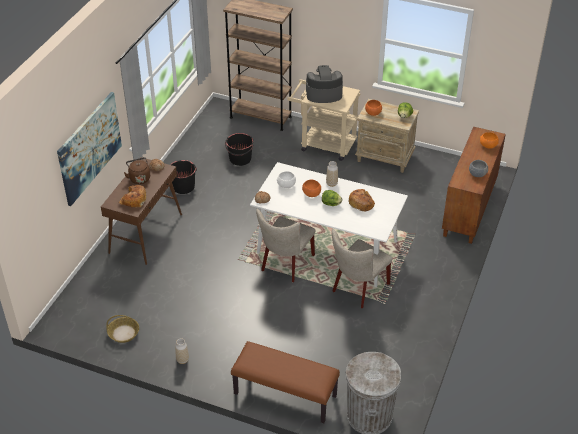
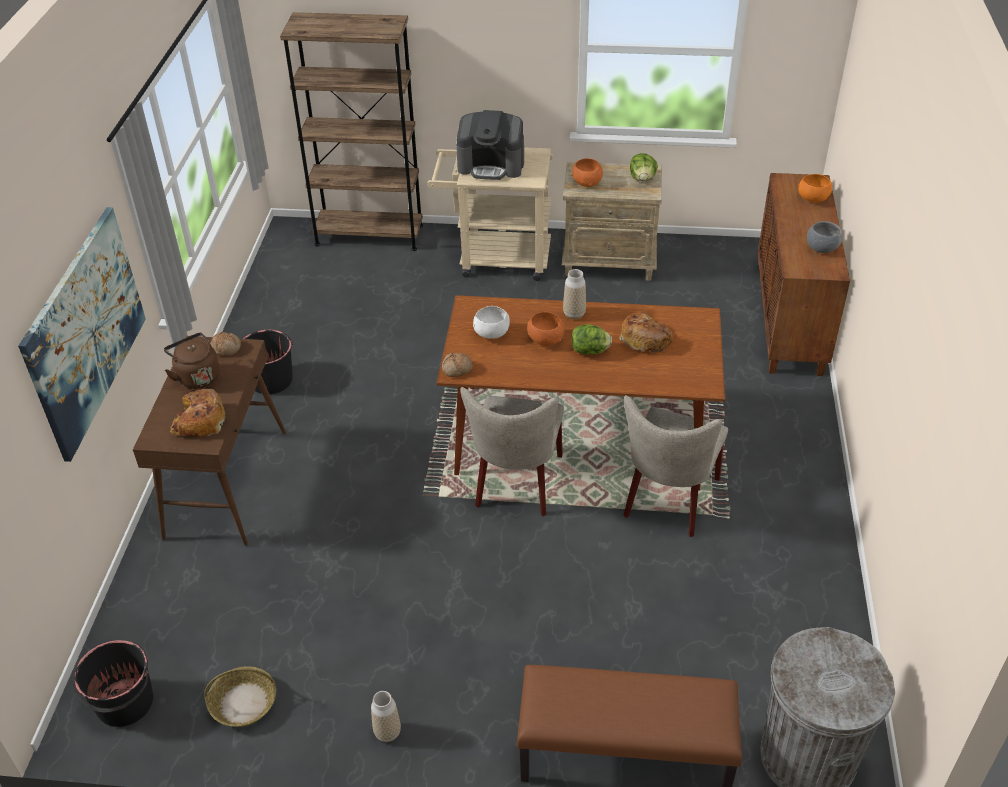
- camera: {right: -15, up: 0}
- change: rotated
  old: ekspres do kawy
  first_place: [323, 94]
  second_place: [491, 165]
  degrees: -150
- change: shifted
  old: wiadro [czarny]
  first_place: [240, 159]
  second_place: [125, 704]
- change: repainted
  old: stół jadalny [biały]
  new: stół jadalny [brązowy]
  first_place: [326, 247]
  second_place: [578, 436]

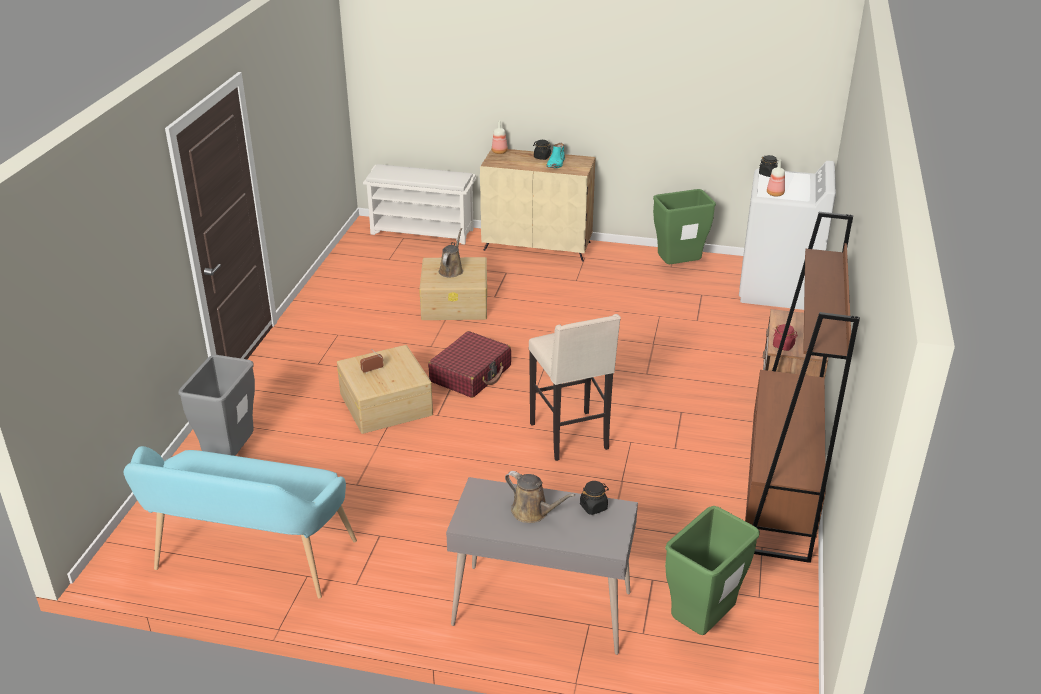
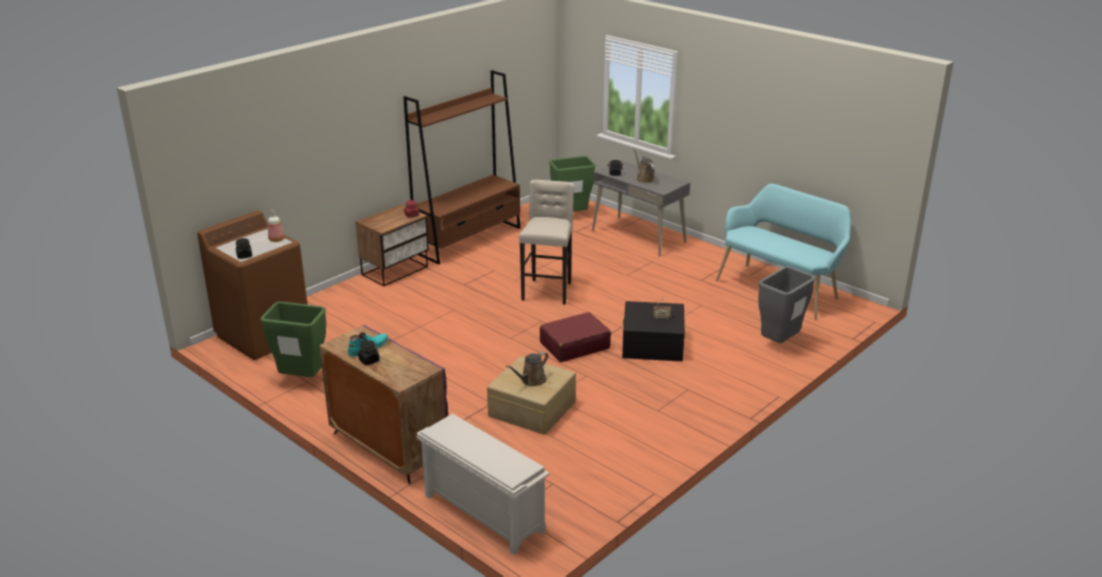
- camera: {right: -150, up: -5}
- change: gone
  old: butelka
  first_place: [500, 152]
- change: repainted
  old: szafka [beżowy]
  new: szafka [fioletowy]
  first_place: [538, 246]
  second_place: [388, 446]
- change: repainted
  old: pralka [biały]
  new: pralka [brązowy]
  first_place: [778, 289]
  second_place: [264, 335]
- change: repainted
  old: pojemnik do przechowywania [beżowy]
  new: pojemnik do przechowywania [czarny]
  first_place: [386, 403]
  second_place: [652, 344]

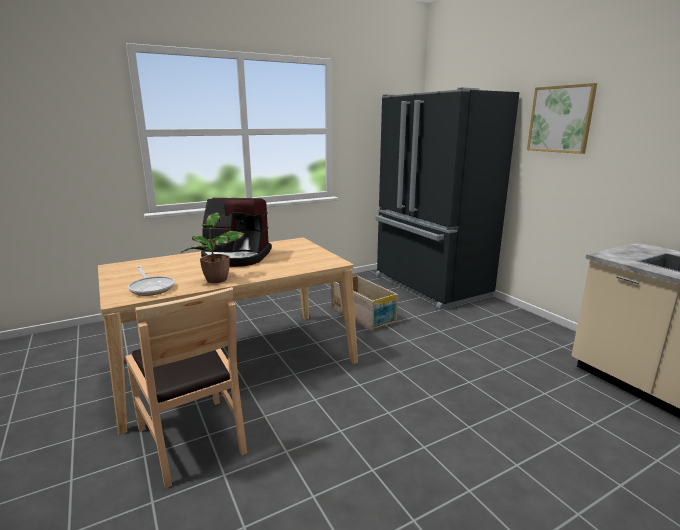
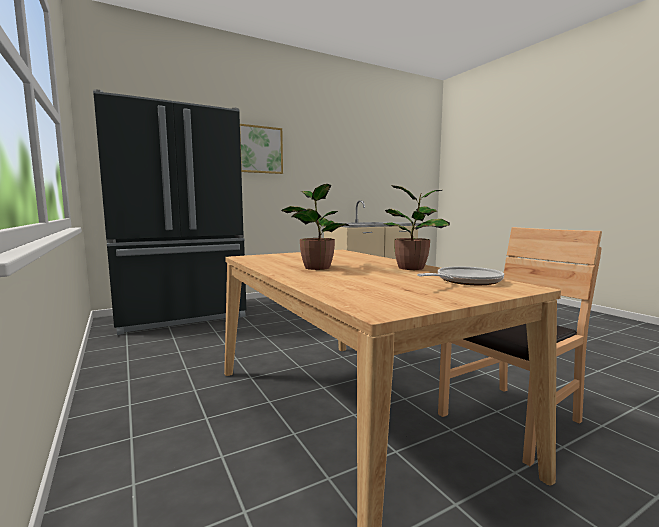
- camera: {right: -90, up: -10}
- change: swapped
  old: ekspres do kawy
  new: roślina doniczkowa
  first_place: [236, 257]
  second_place: [316, 267]
- change: gone
  old: skrzynka
  first_place: [363, 315]

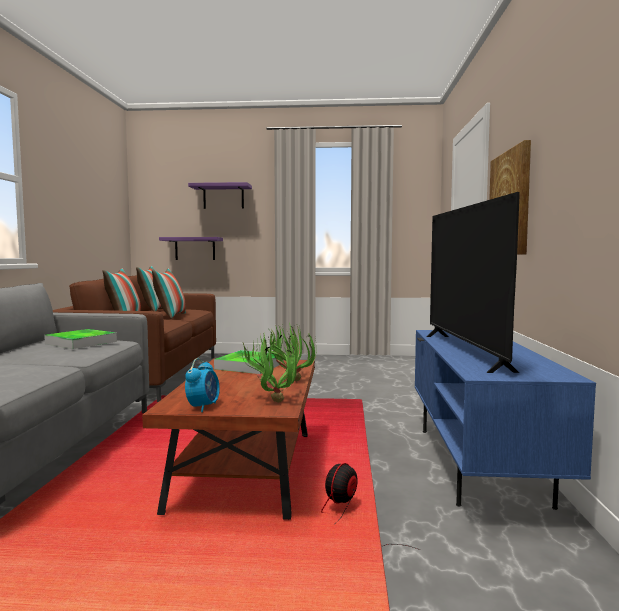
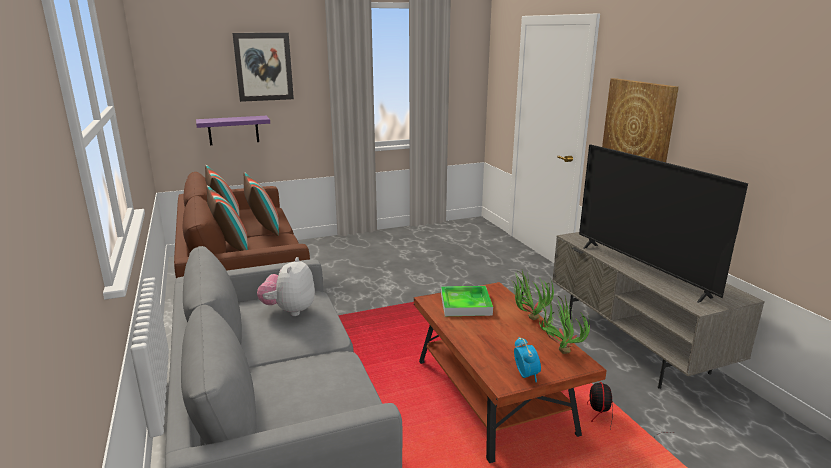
- camera: {right: -25, up: 15}
- change: swapped
  old: półka [fioletowy]
  new: obraz
  first_place: [223, 197]
  second_place: [263, 67]
- change: swapped
  old: taca
  new: pluszak
  first_place: [81, 343]
  second_place: [289, 310]
- change: repainted
  old: szafka pod telewizor [niebieski]
  new: szafka pod telewizor [szary]
  first_place: [479, 464]
  second_place: [635, 344]

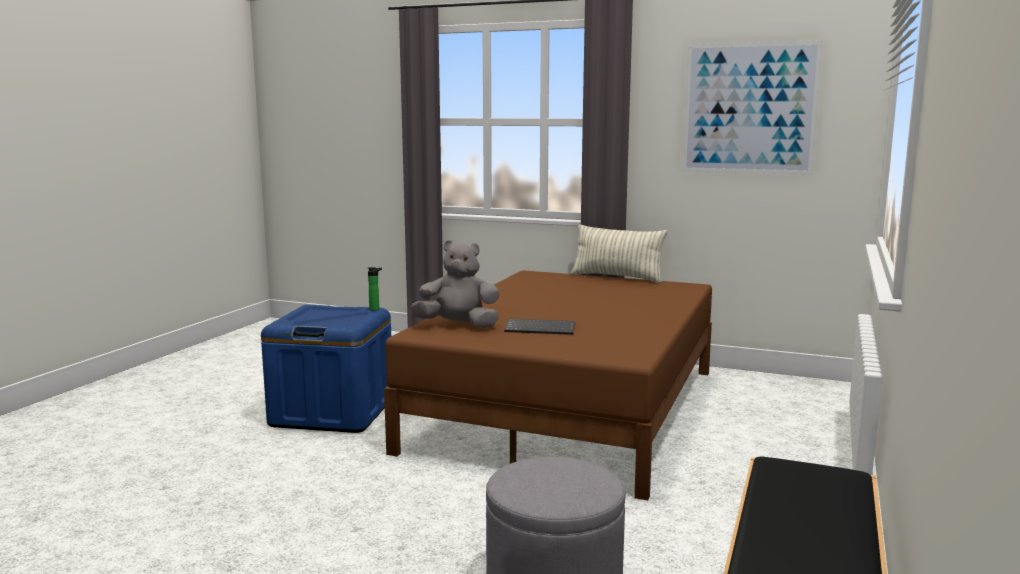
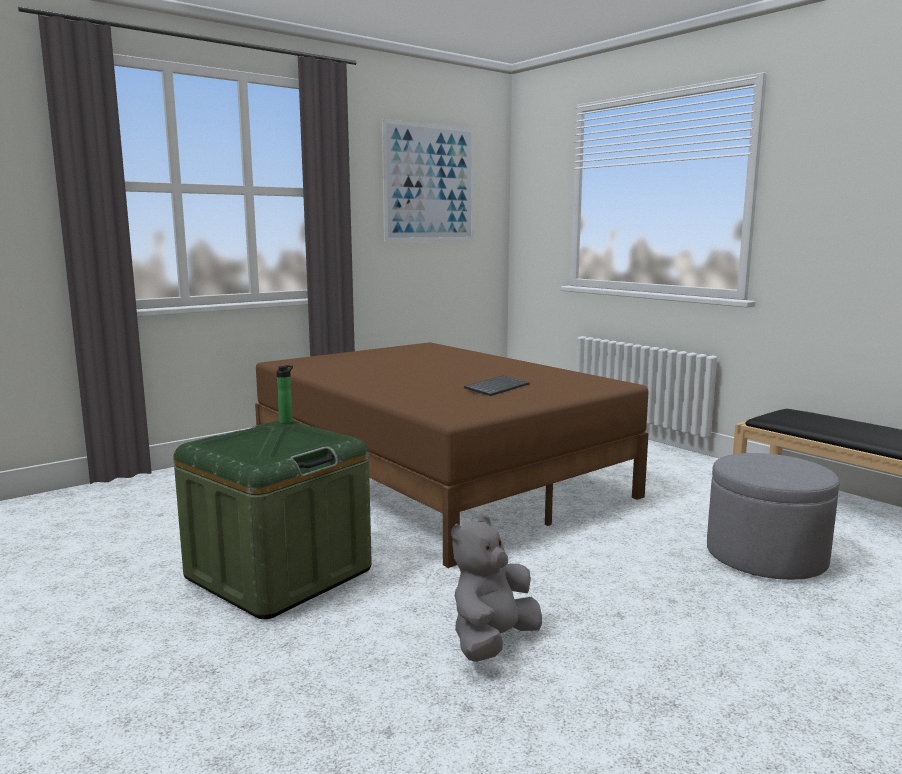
- camera: {right: -60, up: 0}
- change: gone
  old: poduszka
  first_place: [617, 277]
- change: shifted
  old: pluszak [szary]
  first_place: [458, 326]
  second_place: [492, 642]
- change: repainted
  old: pojemnik do przechowywania [niebieski]
  new: pojemnik do przechowywania [zielony]
  first_place: [332, 412]
  second_place: [278, 573]

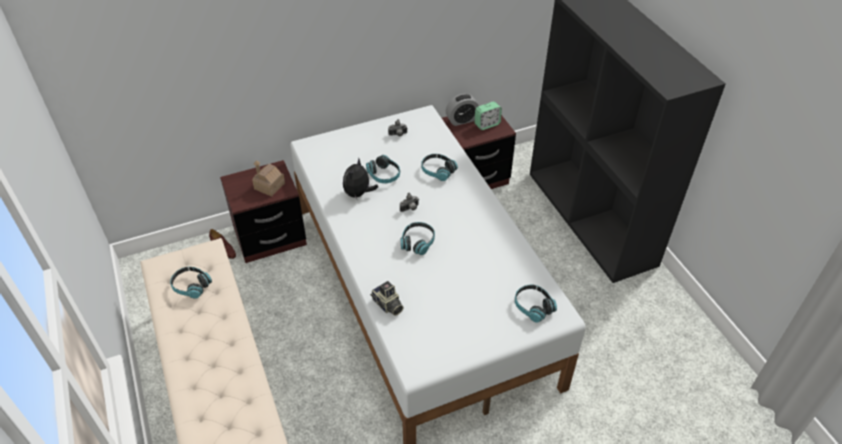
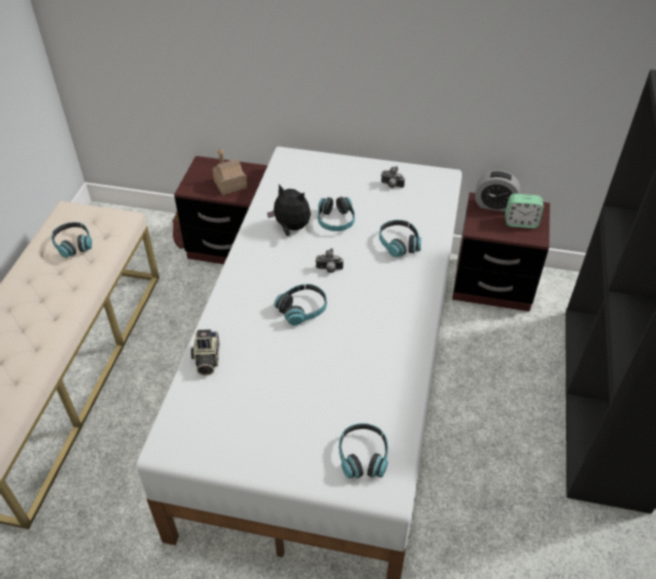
- camera: {right: 35, up: 0}
- change: rotated
  old: pluszak
  first_place: [358, 194]
  second_place: [291, 228]
  degrees: 60

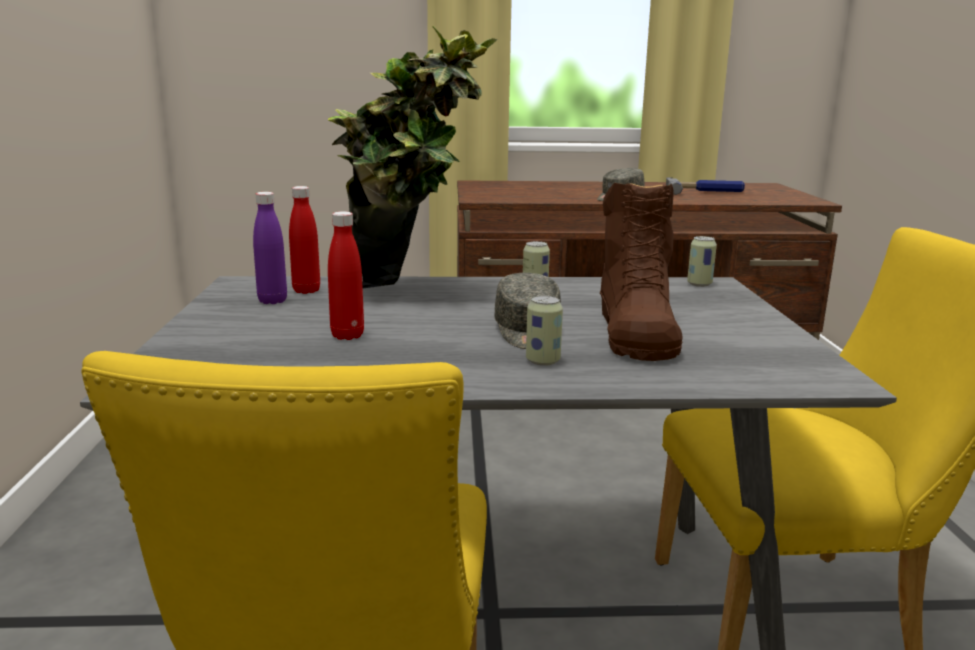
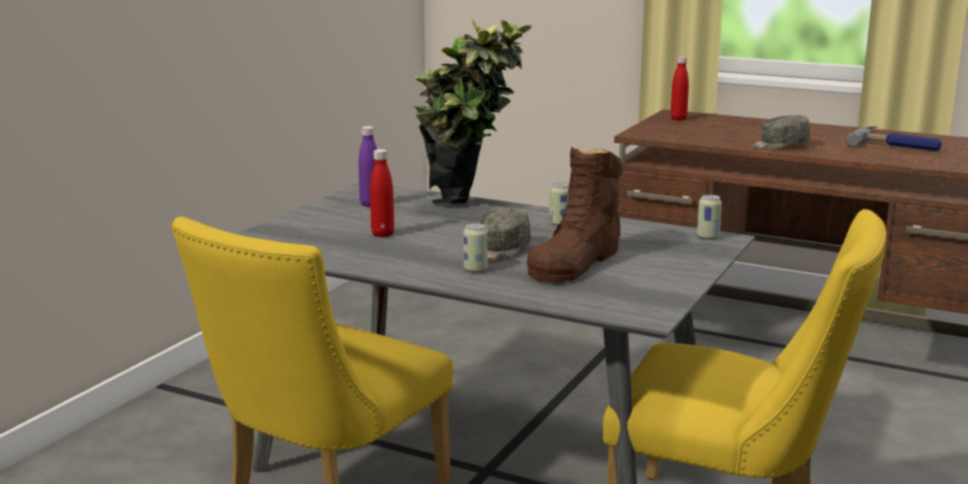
- camera: {right: 30, up: 0}
- change: shifted
  old: butelka [czerwony]
  first_place: [306, 290]
  second_place: [678, 119]

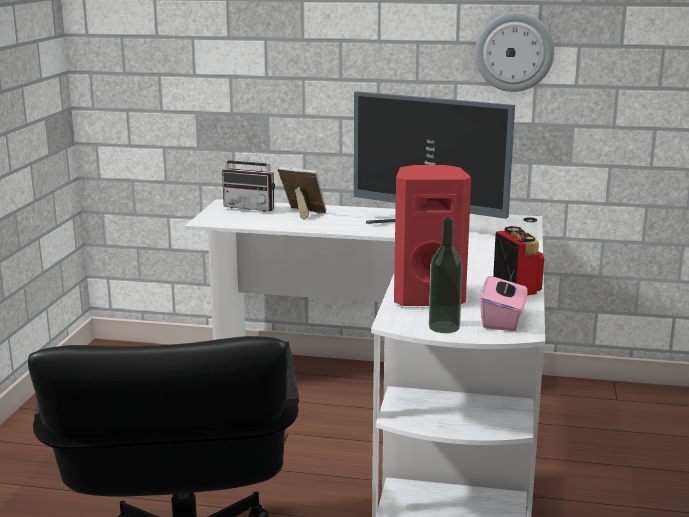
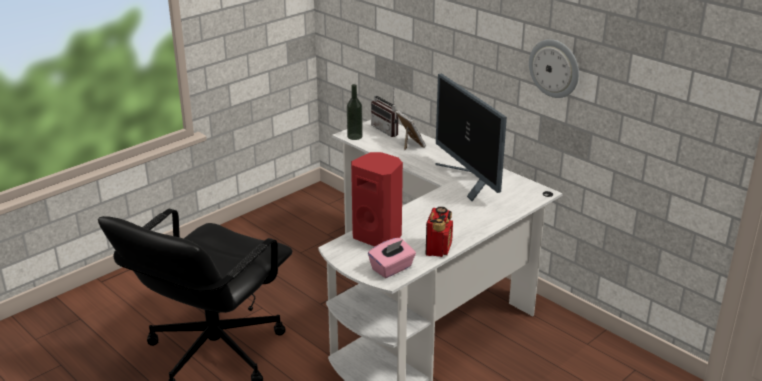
- camera: {right: 35, up: 10}
- change: shifted
  old: butelka
  first_place: [444, 327]
  second_place: [354, 136]

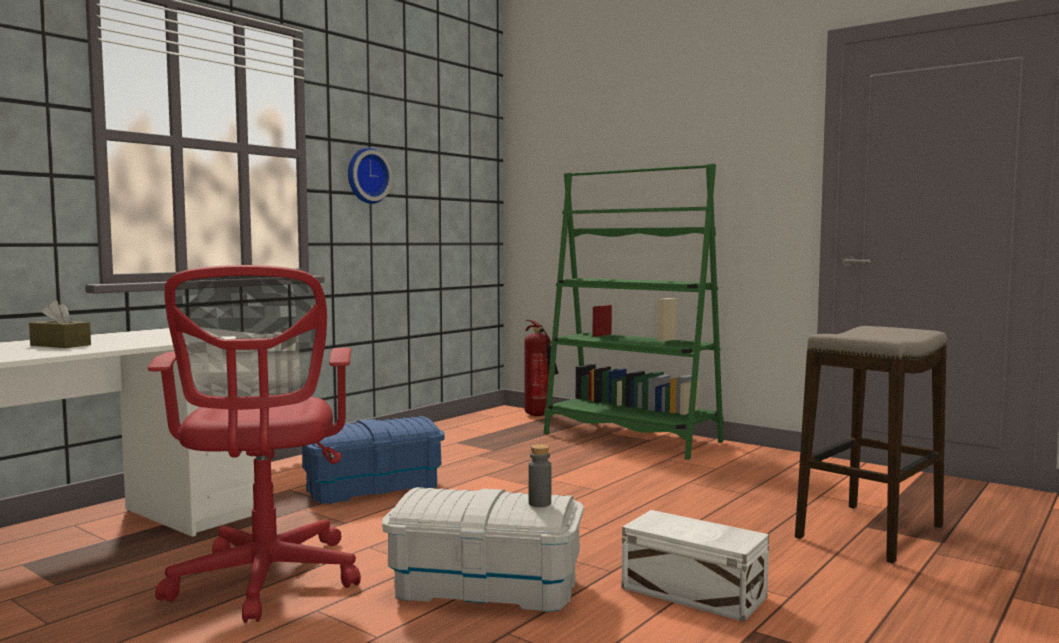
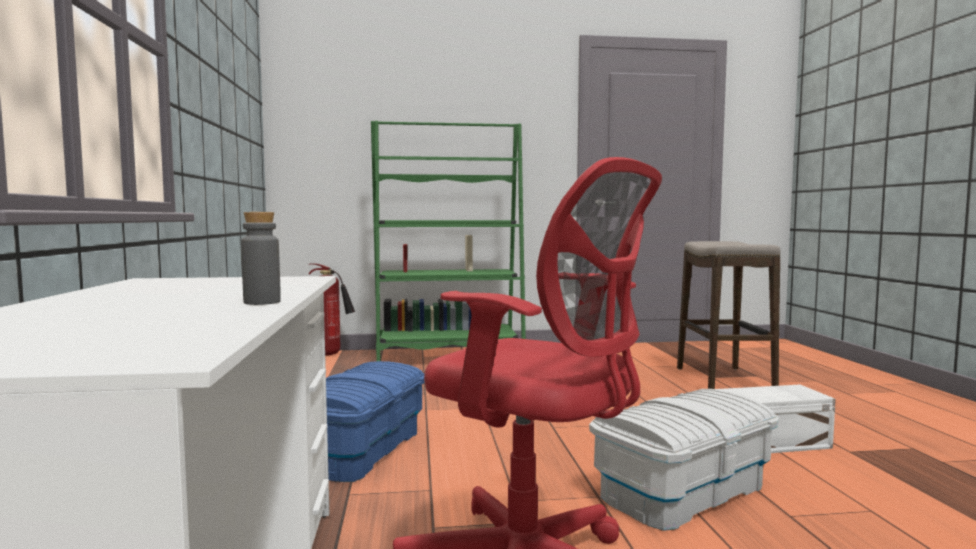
- camera: {right: -45, up: 0}
- change: gone
  old: zegar ścienny
  first_place: [366, 176]
- change: gone
  old: pudełko chusteczek [brązowy]
  first_place: [60, 345]
- change: shifted
  old: butelka [szary]
  first_place: [539, 503]
  second_place: [262, 302]

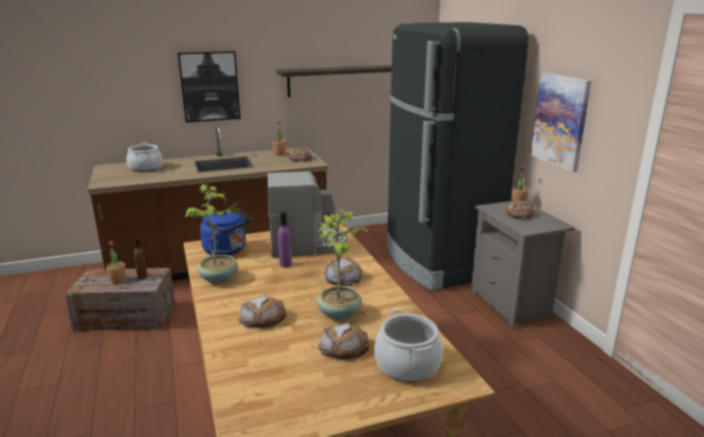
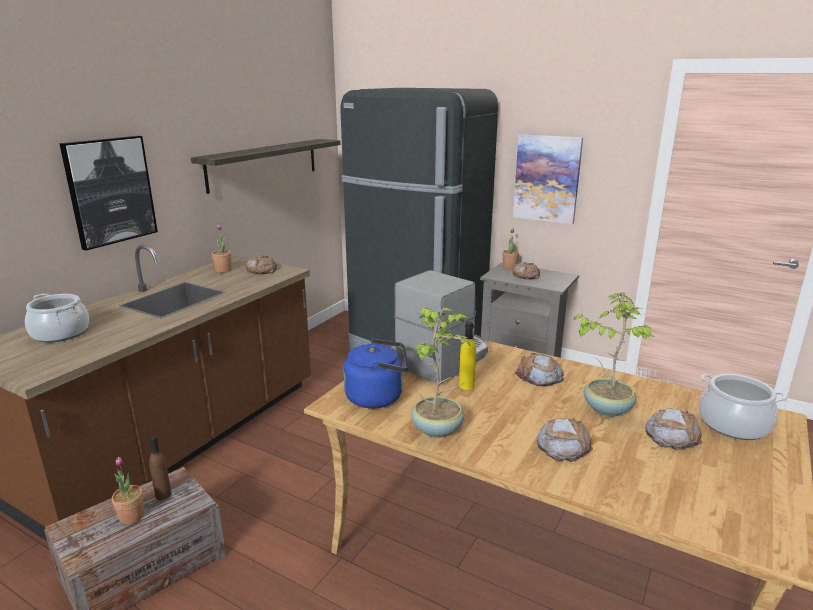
- camera: {right: -40, up: 0}
- change: repainted
  old: butelka [fioletowy]
  new: butelka [żółty]
  first_place: [285, 264]
  second_place: [466, 386]

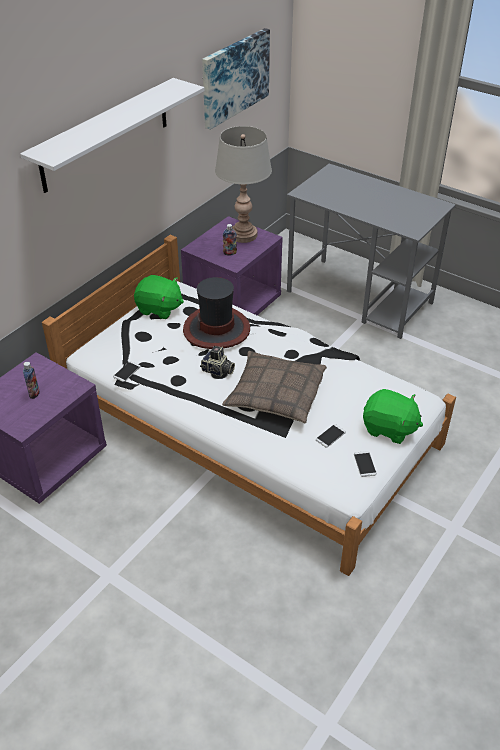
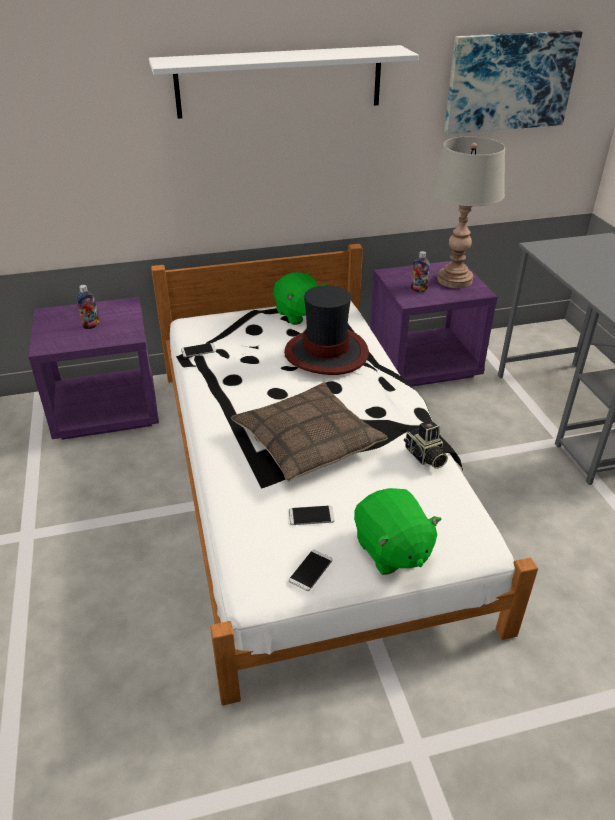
- camera: {right: 40, up: -5}
- change: shifted
  old: aparat fotograficzny
  first_place: [217, 371]
  second_place: [424, 457]

